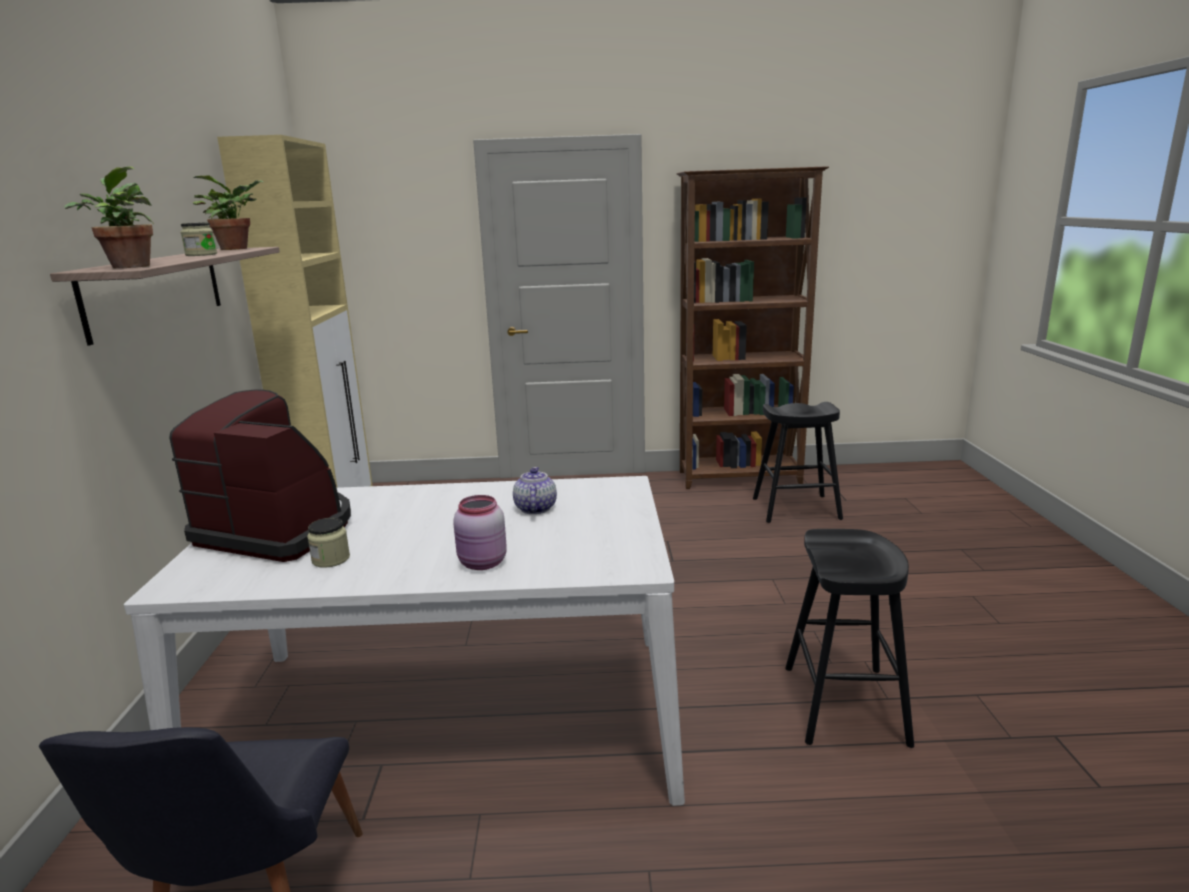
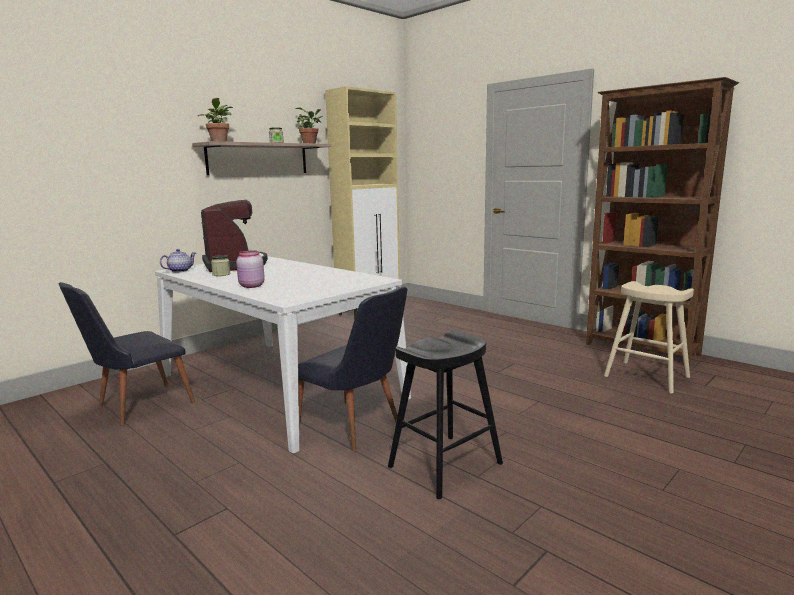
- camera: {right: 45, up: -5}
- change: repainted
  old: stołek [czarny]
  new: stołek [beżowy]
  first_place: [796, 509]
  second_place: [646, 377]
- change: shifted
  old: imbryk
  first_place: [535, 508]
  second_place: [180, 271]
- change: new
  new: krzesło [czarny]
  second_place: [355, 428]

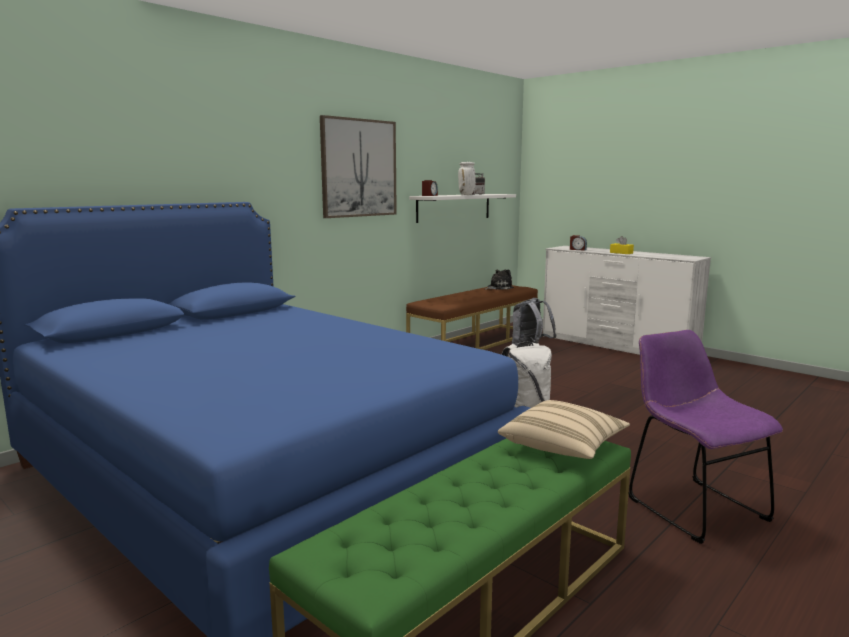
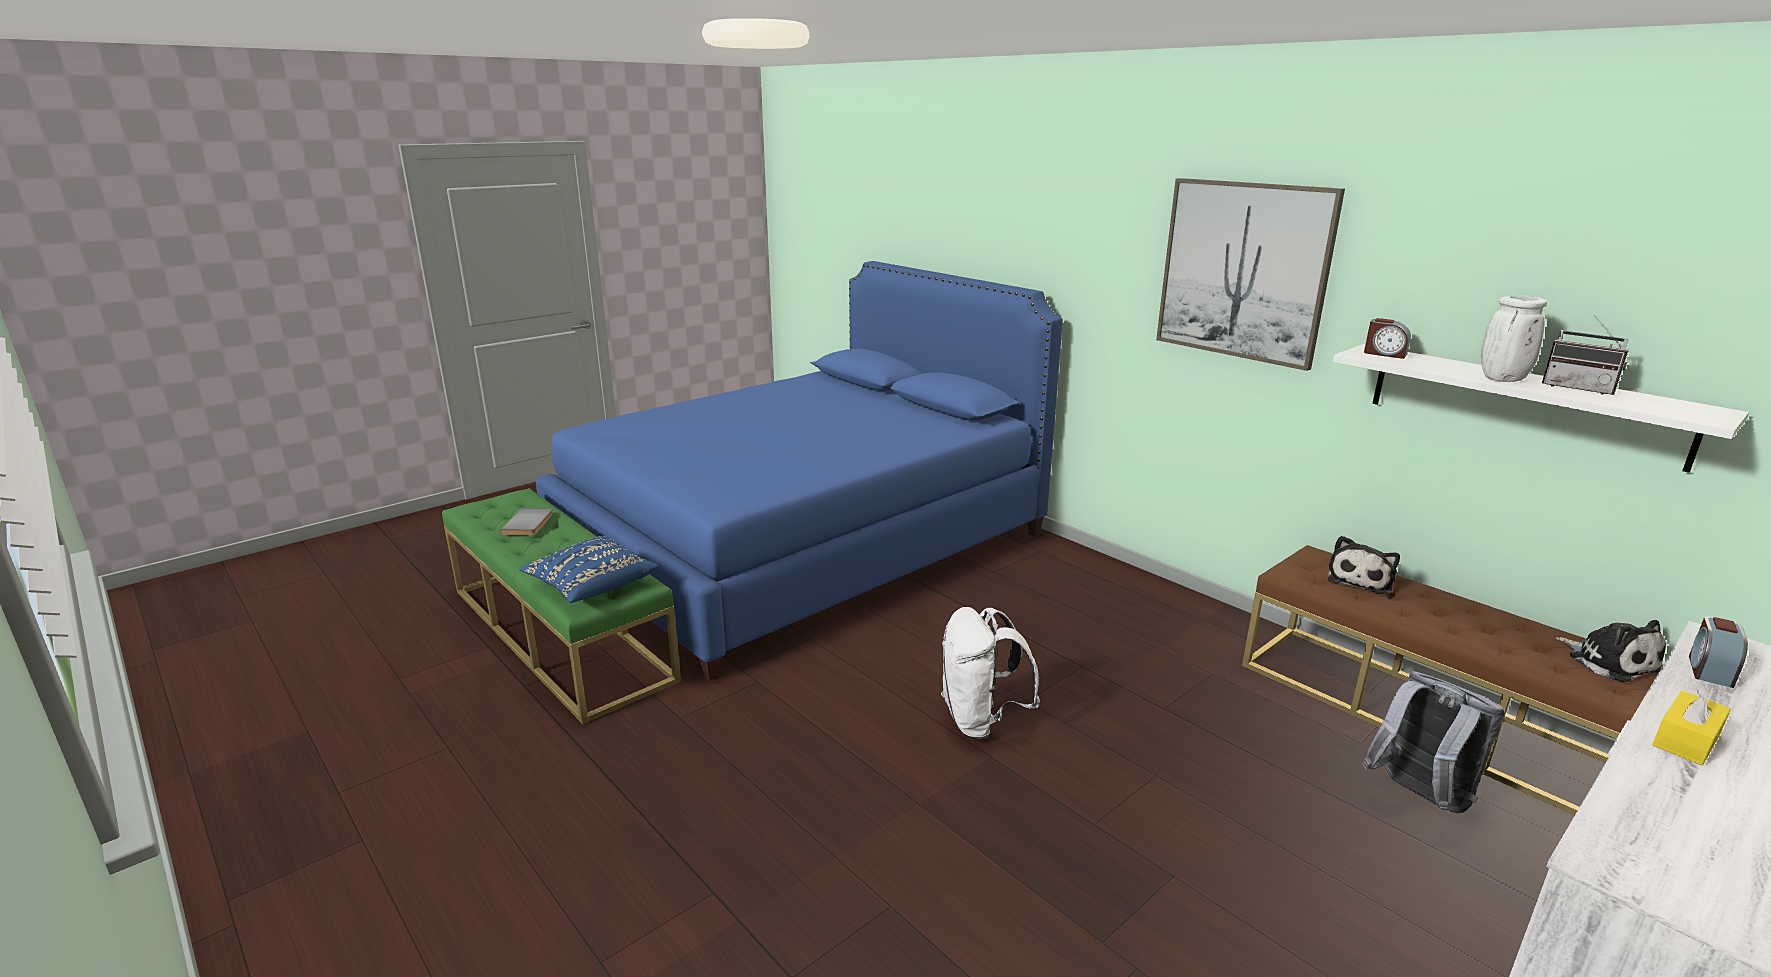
- camera: {right: 95, up: 10}
- change: gone
  old: krzesło [fioletowy]
  first_place: [691, 506]
- change: repainted
  old: poduszka [beżowy]
  new: poduszka [niebieski]
  first_place: [563, 447]
  second_place: [591, 586]
- change: new
  new: książka [szary]
  second_place: [530, 524]
- change: new
  new: pluszak
  second_place: [1360, 579]

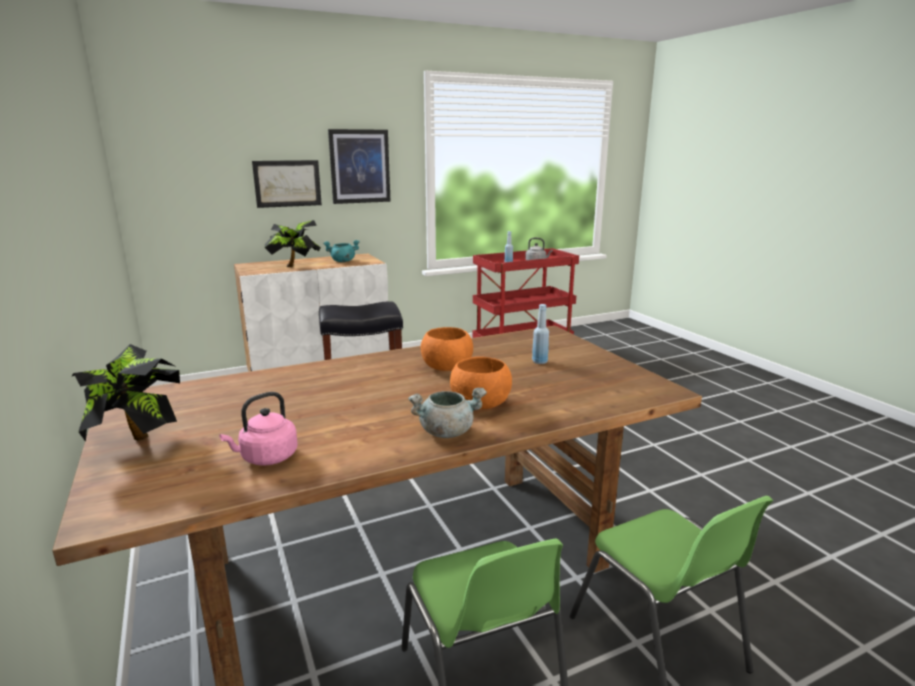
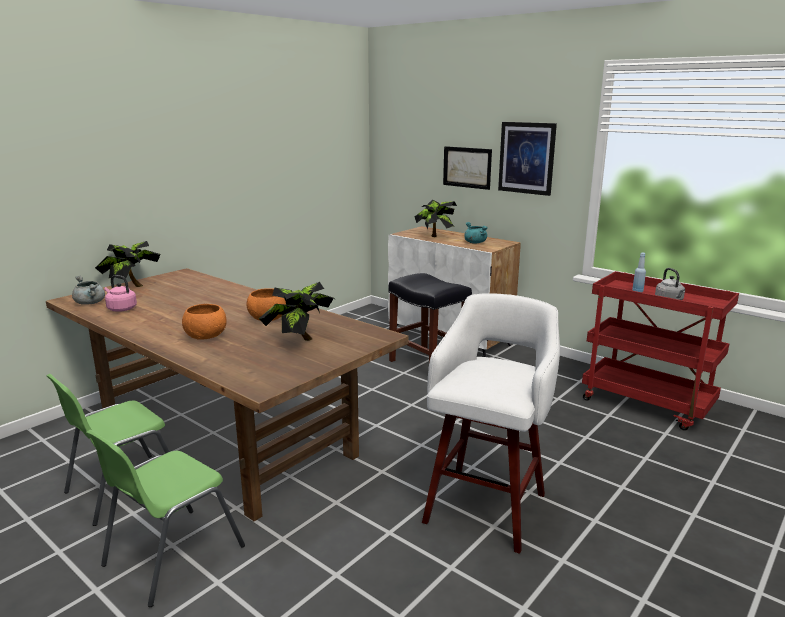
- camera: {right: 65, up: 0}
- change: swapped
  old: butelka [niebieski]
  new: roślina doniczkowa
  first_place: [539, 362]
  second_place: [300, 341]
- change: shifted
  old: garnek [szary]
  first_place: [447, 431]
  second_place: [90, 303]
- change: new
  new: stołek [biały]
  second_place: [487, 505]

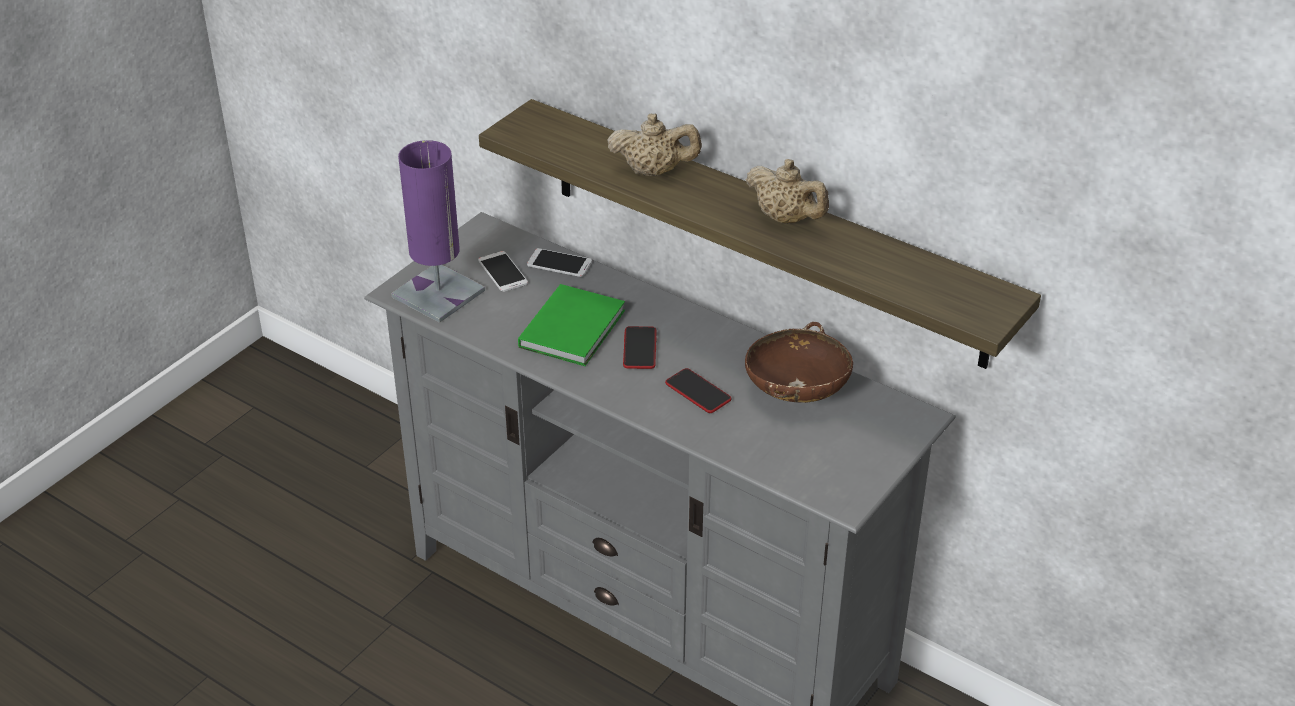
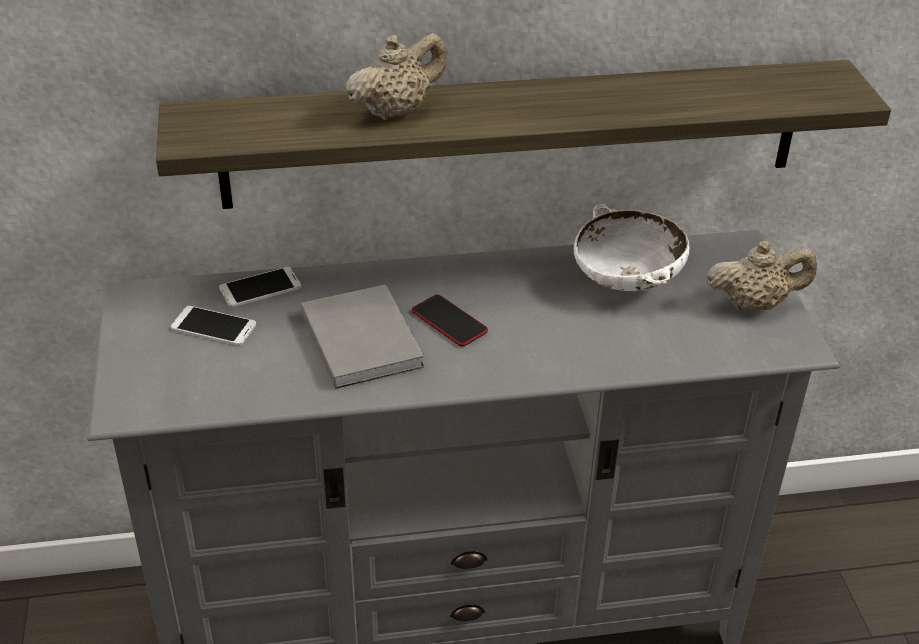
- camera: {right: -45, up: 0}
- change: gone
  old: lampa stołowa [fioletowy]
  first_place: [438, 294]
- change: shifted
  old: imbryk [beżowy]
  first_place: [786, 219]
  second_place: [754, 304]
- change: repainted
  old: książka [zielony]
  new: książka [szary]
  first_place: [575, 327]
  second_place: [362, 337]
- change: repainted
  old: miska [brązowy]
  new: miska [biały]
  first_place: [796, 390]
  second_place: [627, 279]
- change: gone
  old: telefon
  first_place: [698, 392]

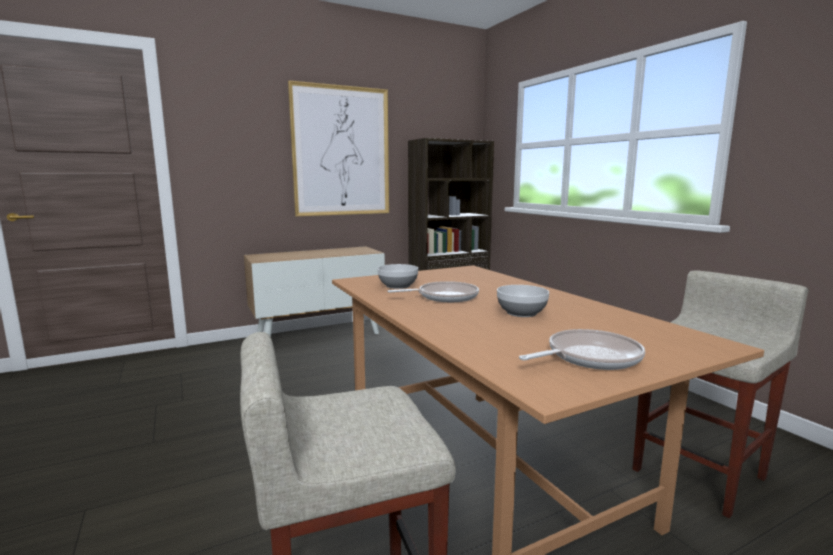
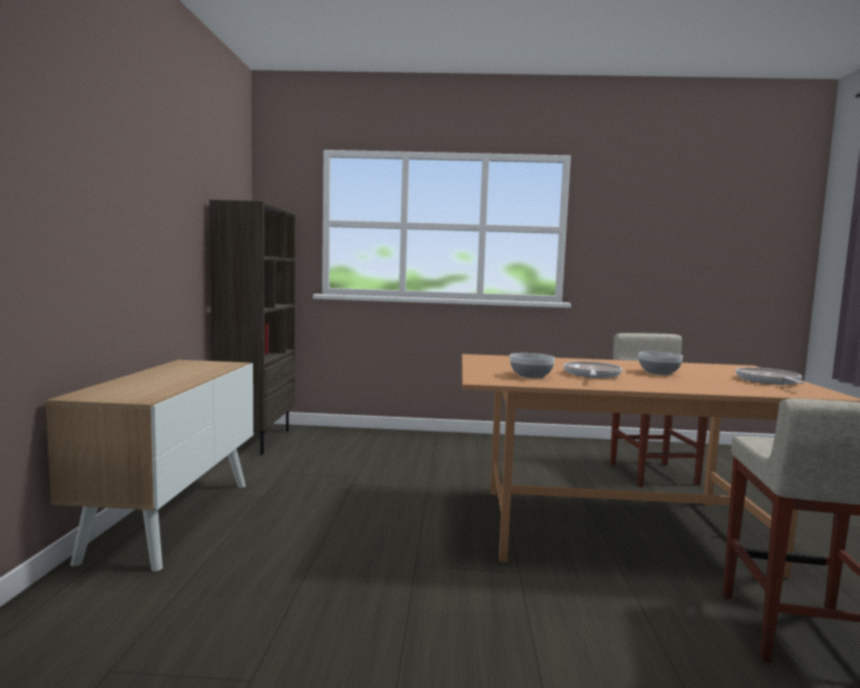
- camera: {right: -60, up: -5}
- change: gone
  old: obraz
  first_place: [341, 151]

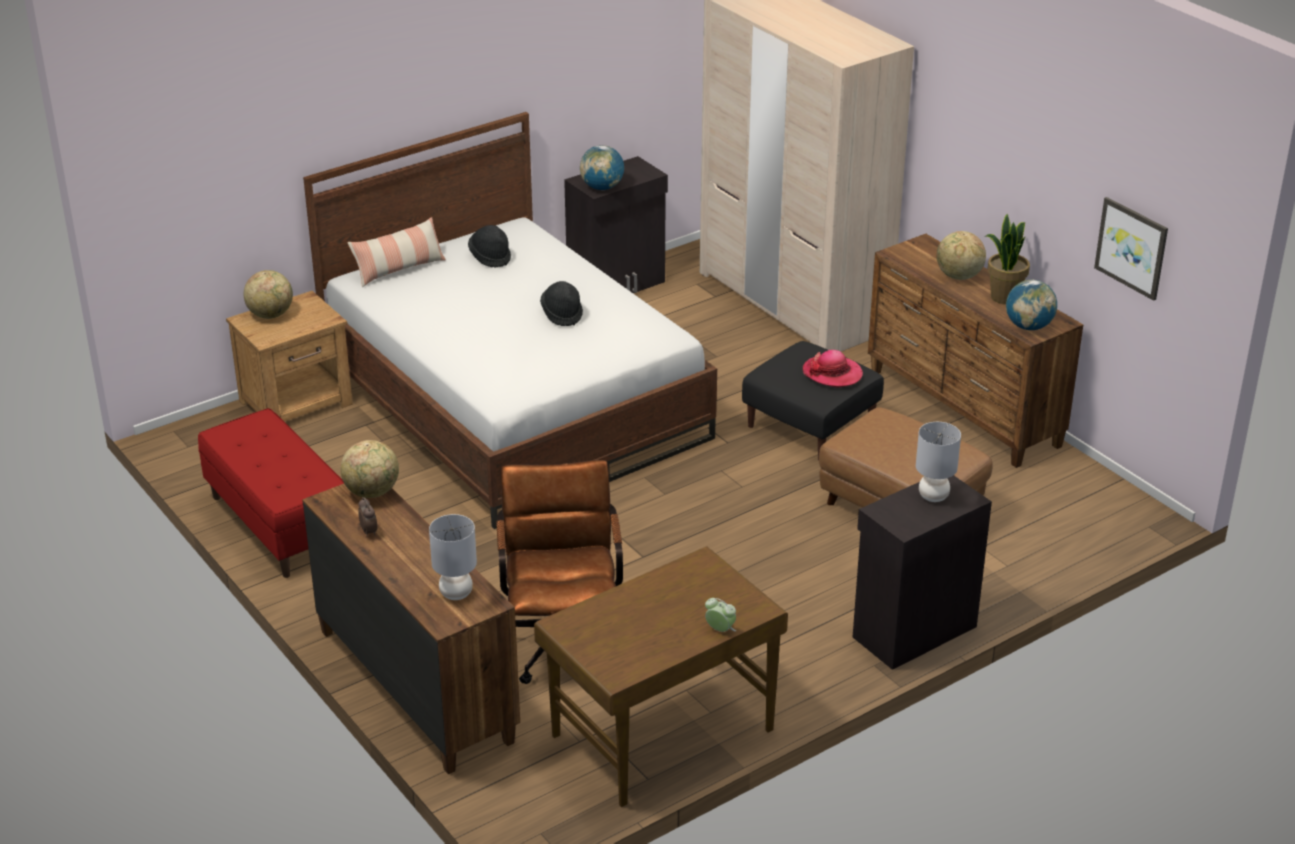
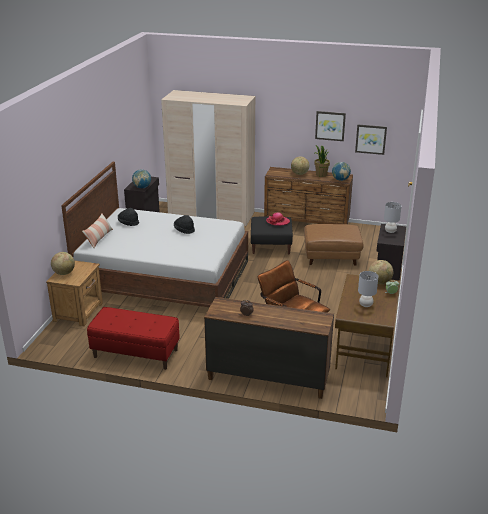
- camera: {right: -40, up: -5}
- change: shifted
  old: globus
  first_place: [372, 492]
  second_place: [379, 282]
- change: shifted
  old: lampa stołowa [szary]
  first_place: [456, 593]
  second_place: [365, 305]
- change: new
  new: obraz
  second_place: [330, 126]

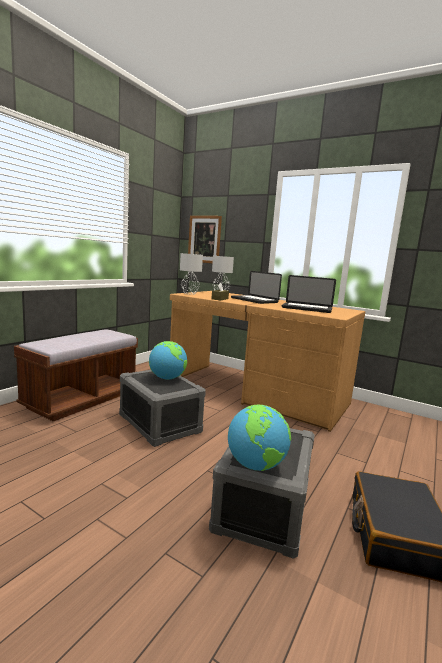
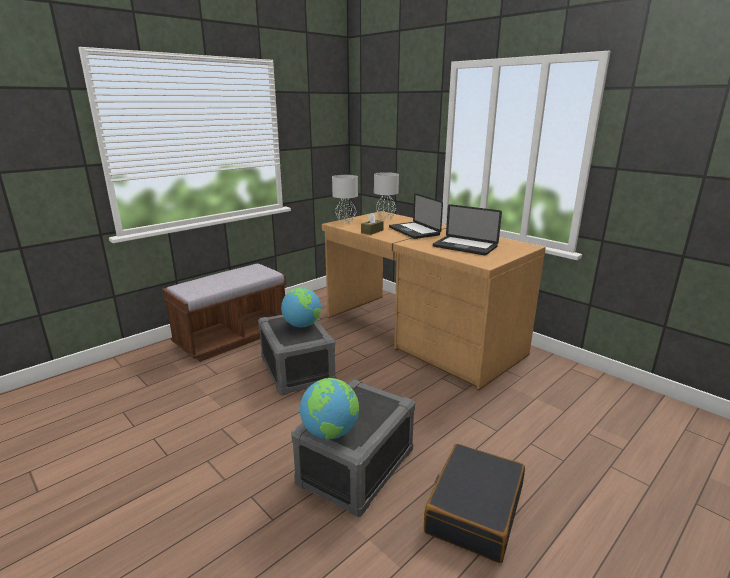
- camera: {right: 15, up: 10}
- change: gone
  old: obraz
  first_place: [204, 239]

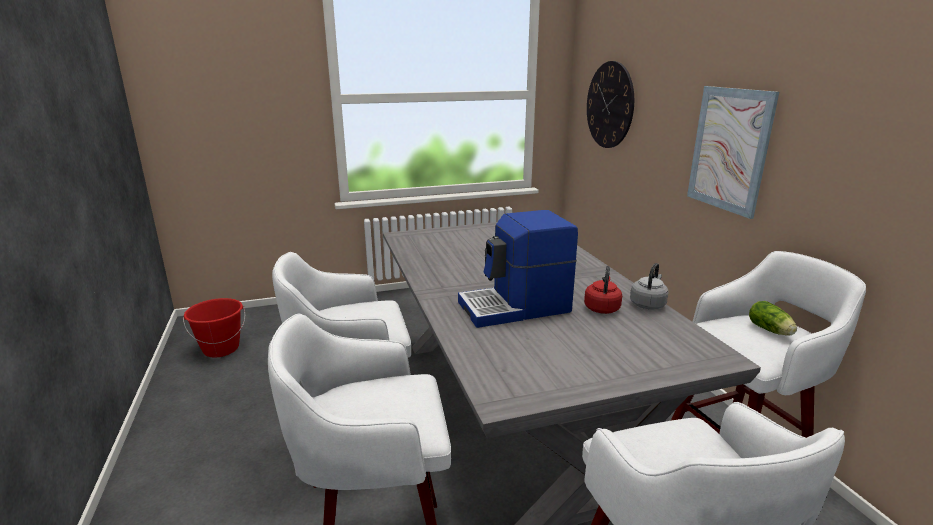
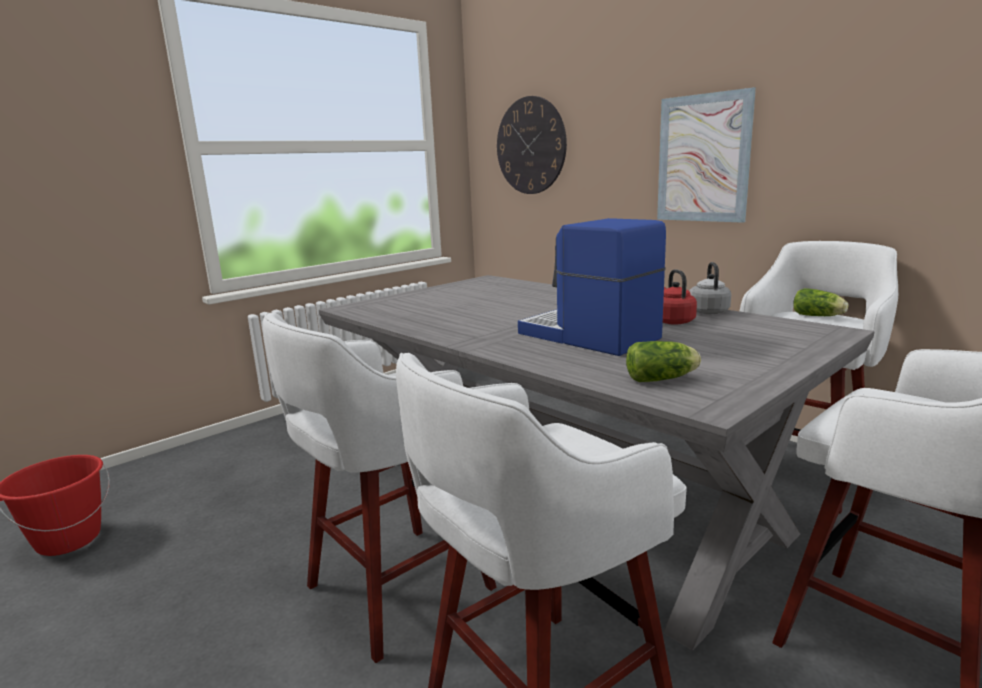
- camera: {right: -25, up: -5}
- change: rotated
  old: ekspres do kawy
  first_place: [515, 307]
  second_place: [588, 337]
  degrees: 90
- change: new
  new: sałata
  second_place: [663, 379]

